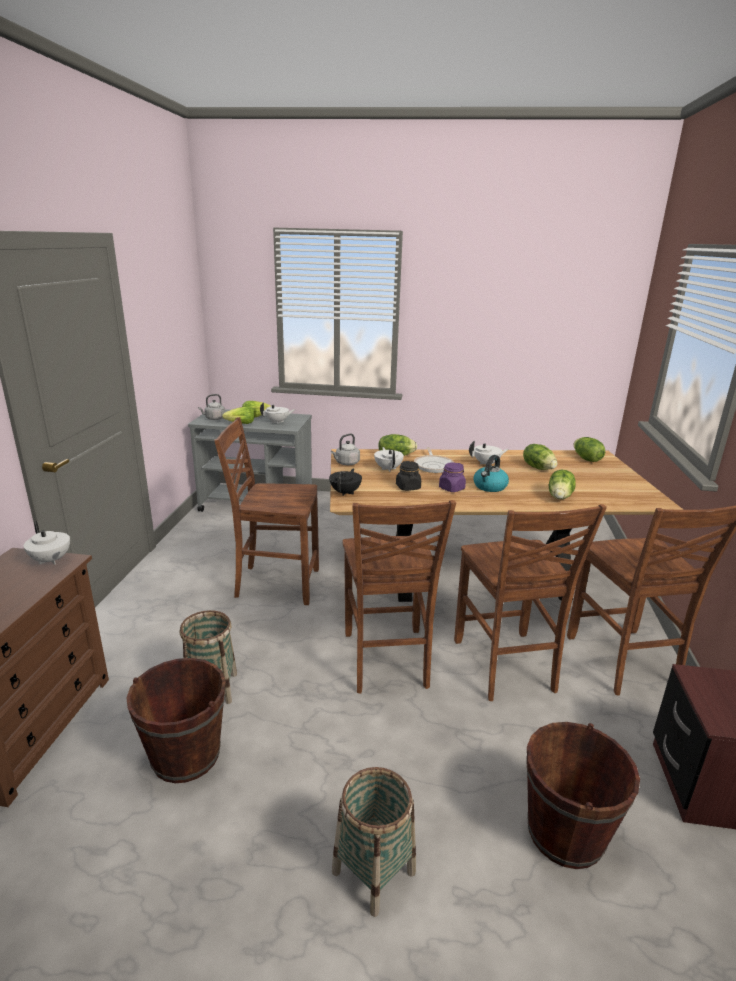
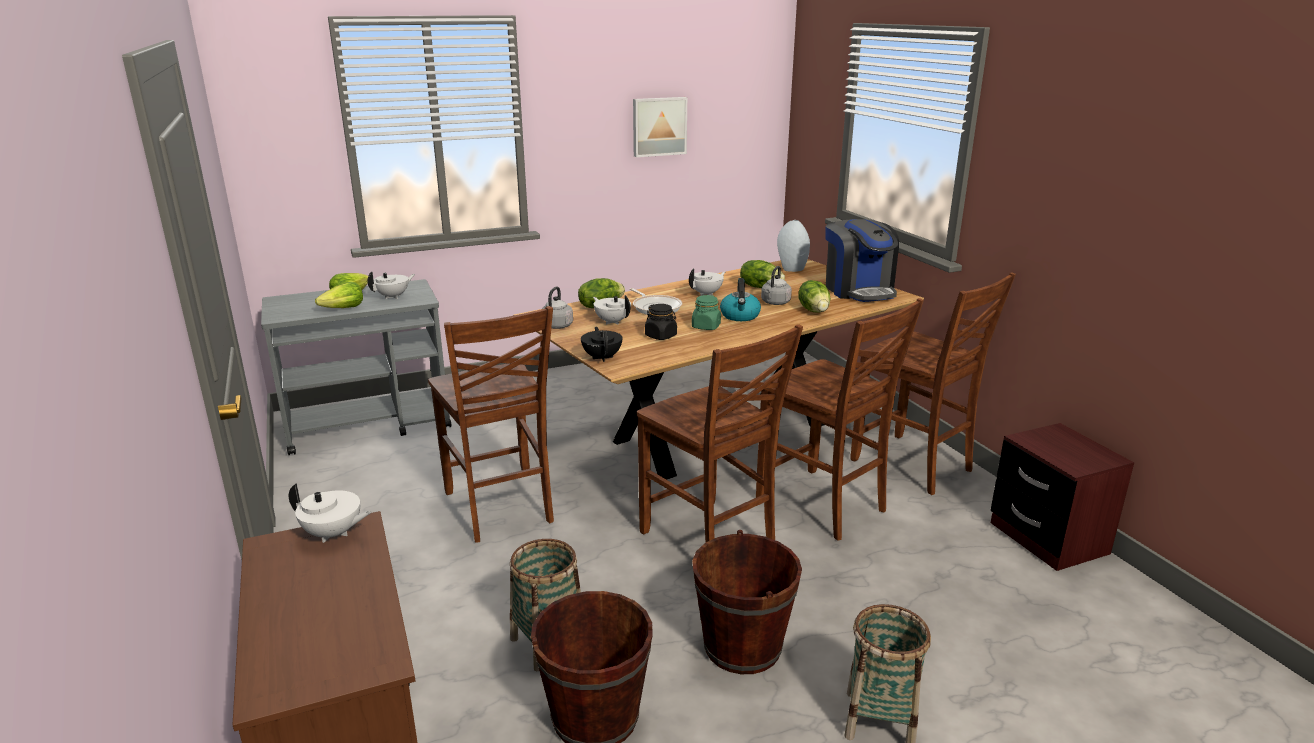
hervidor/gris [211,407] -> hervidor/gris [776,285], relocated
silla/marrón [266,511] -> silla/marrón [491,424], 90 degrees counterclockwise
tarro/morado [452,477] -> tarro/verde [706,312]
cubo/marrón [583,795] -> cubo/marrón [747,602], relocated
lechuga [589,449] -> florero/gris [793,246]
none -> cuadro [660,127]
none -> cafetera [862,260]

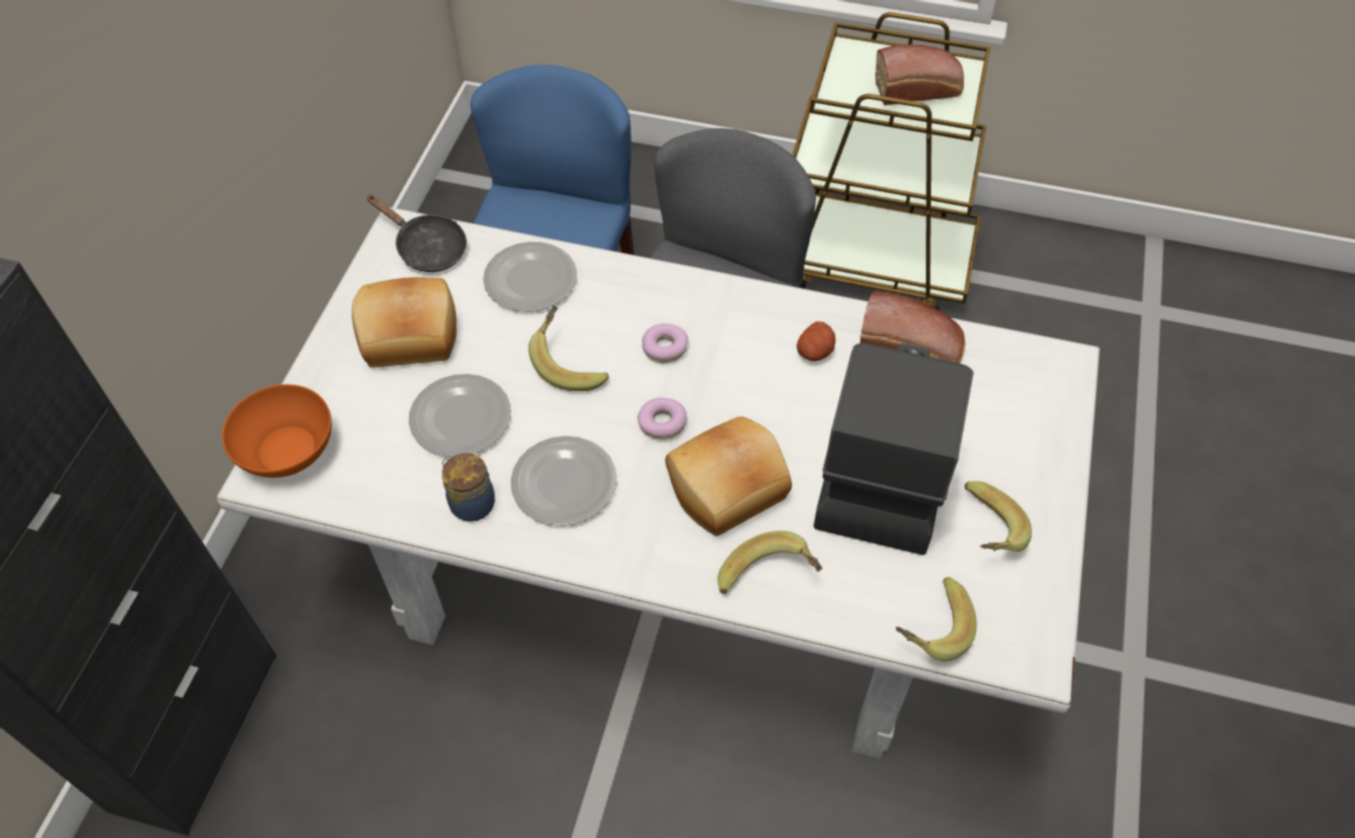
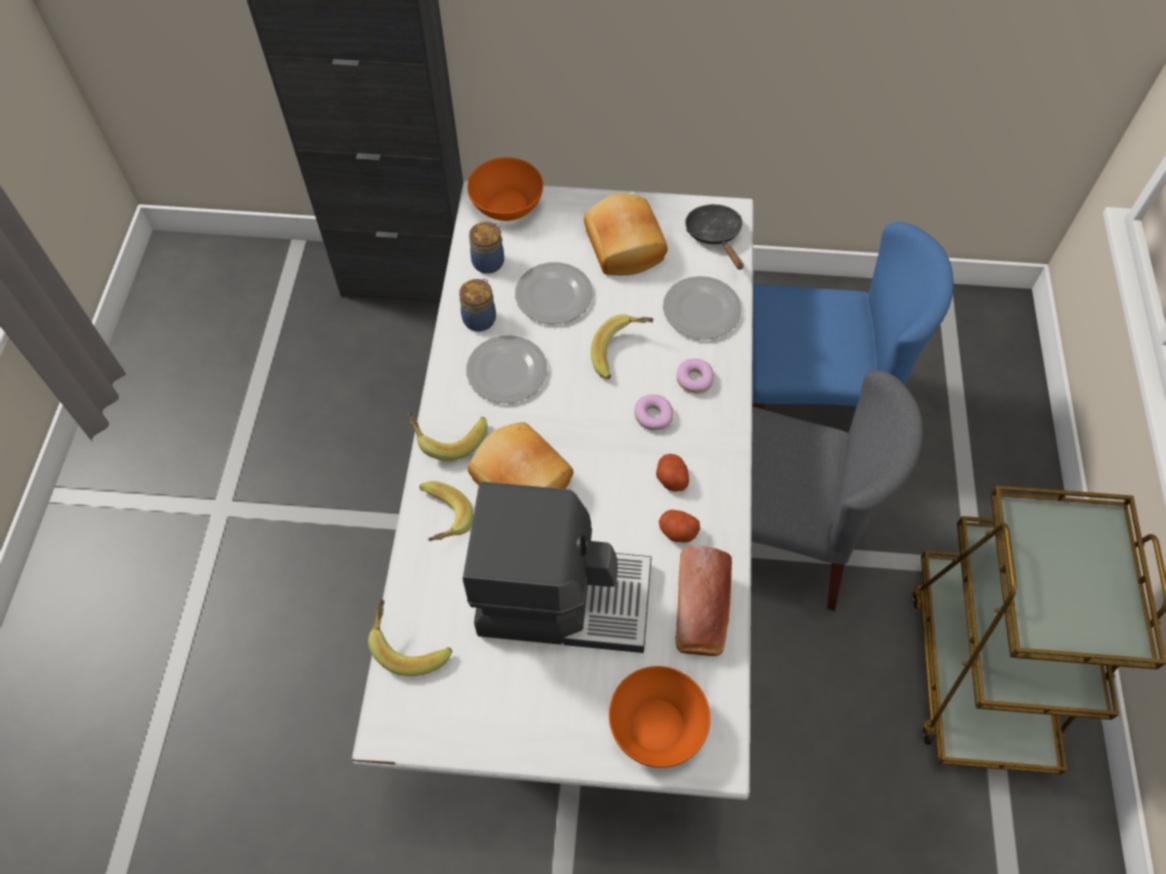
sartén/negro [416,233] -> sartén/negro [714,237], 135 degrees clockwise
rosquilla [662,419] -> rosquilla [695,376], relocated
pan [919,75] -> none
plátano [998,516] -> plátano [448,436], relocated
none -> tarro [486,248]
none -> cuenco/naranja [659,717]
none -> patata [672,473]

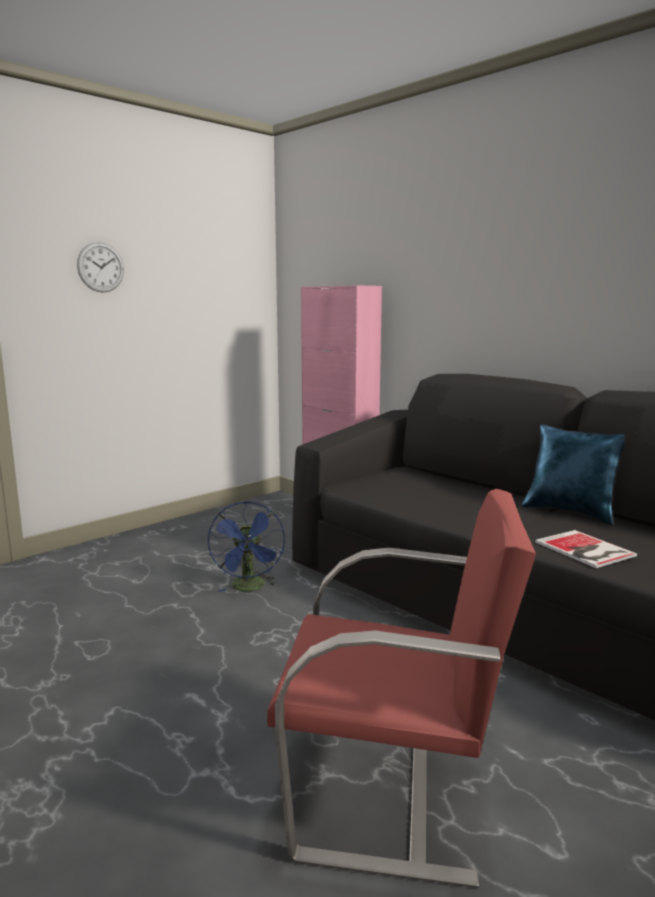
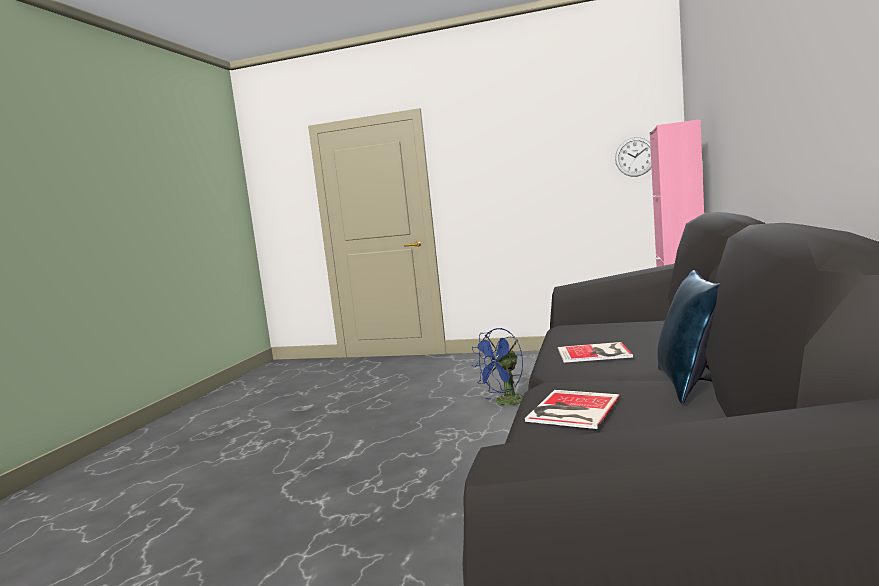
reloj de pared [100,267] -> reloj de pared [633,157], relocated
sillón/rojo [401,688] -> none
none -> libro [595,352]

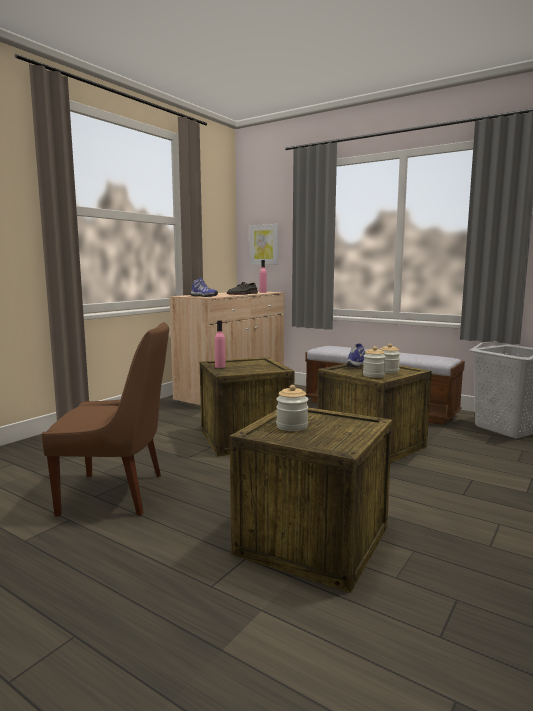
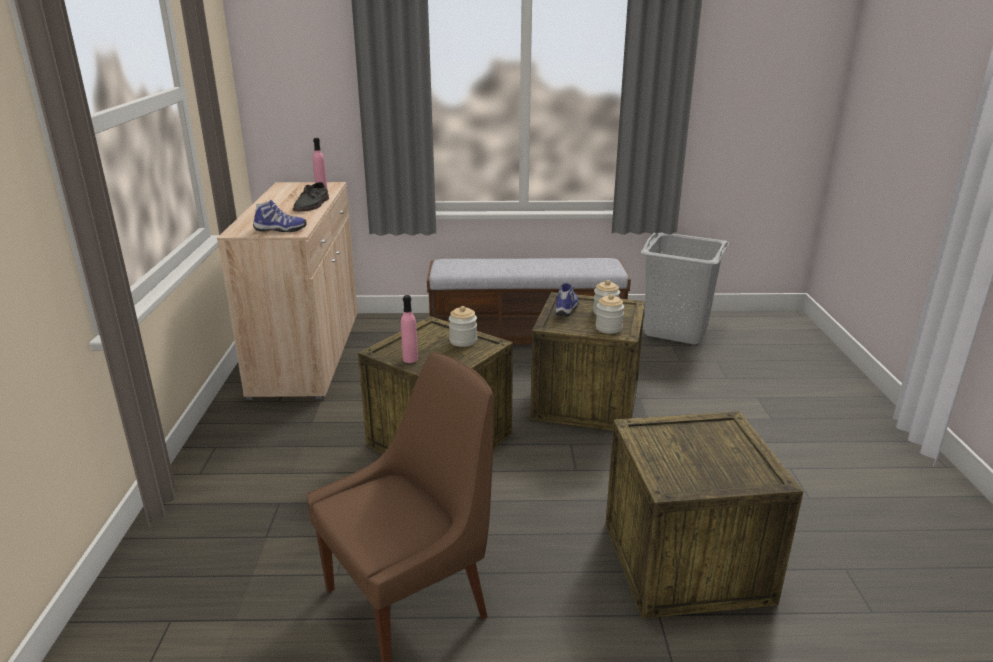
cuadro [264,244] -> none
tarro [292,408] -> tarro [463,326], relocated

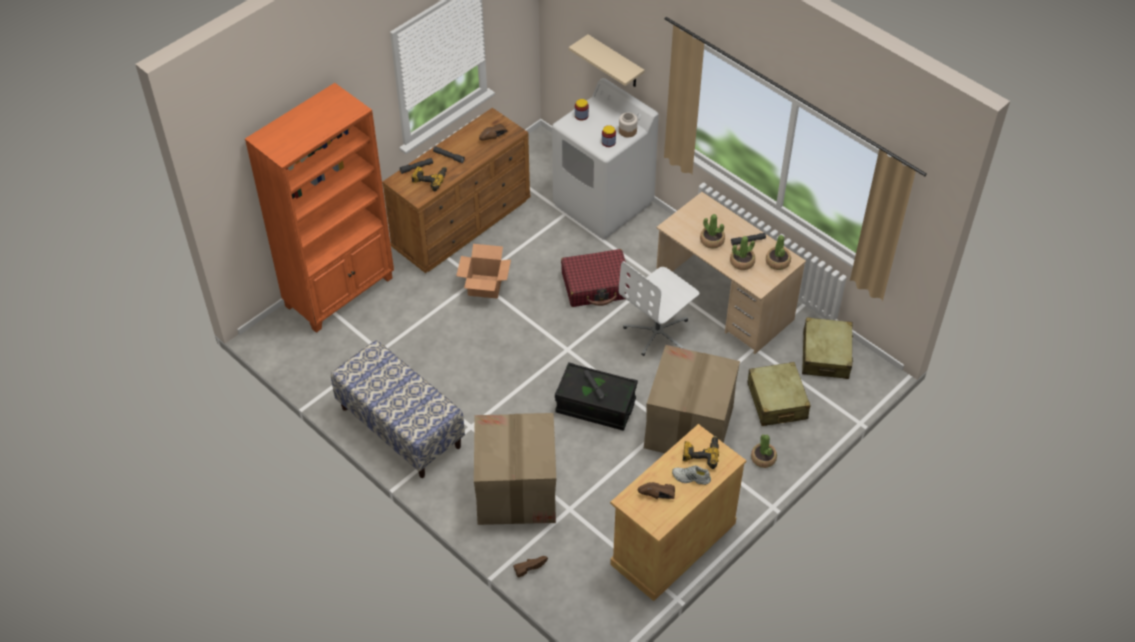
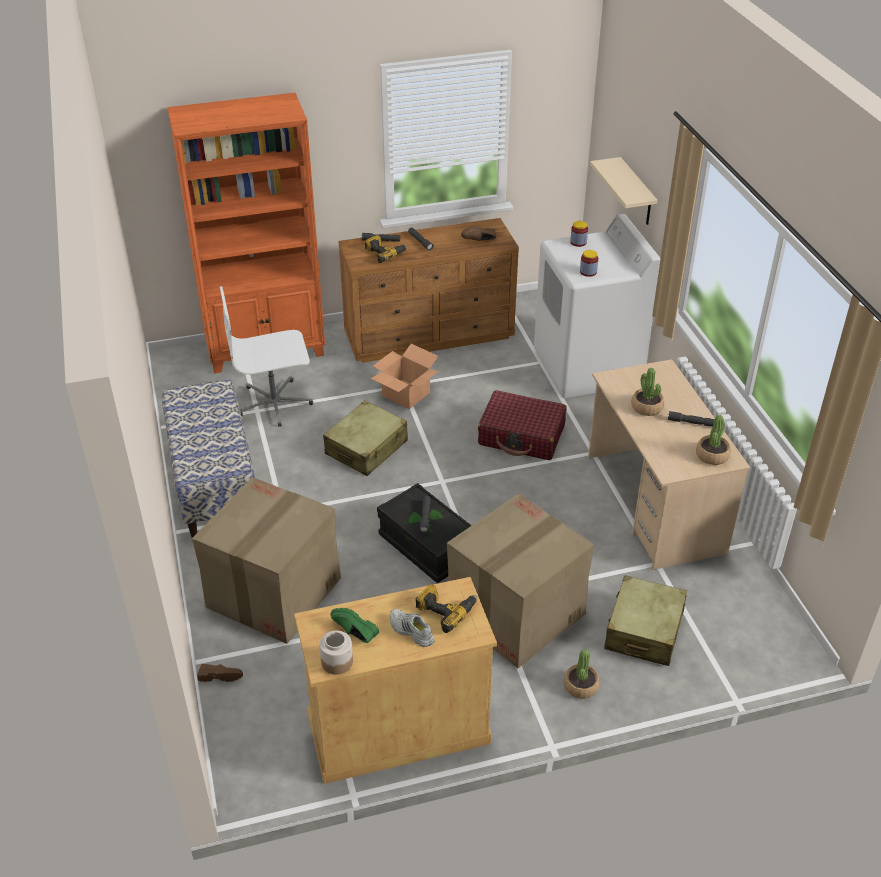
tarro [628,124] -> tarro [336,653], relocated
silla de oficina/blanco [659,308] -> silla de oficina/blanco [266,356], relocated
zapato/marrón [656,490] -> zapato/verde [354,625]
planta en maceta [742,253] -> none
maleta/beis [827,348] -> maleta/beis [365,438], relocated

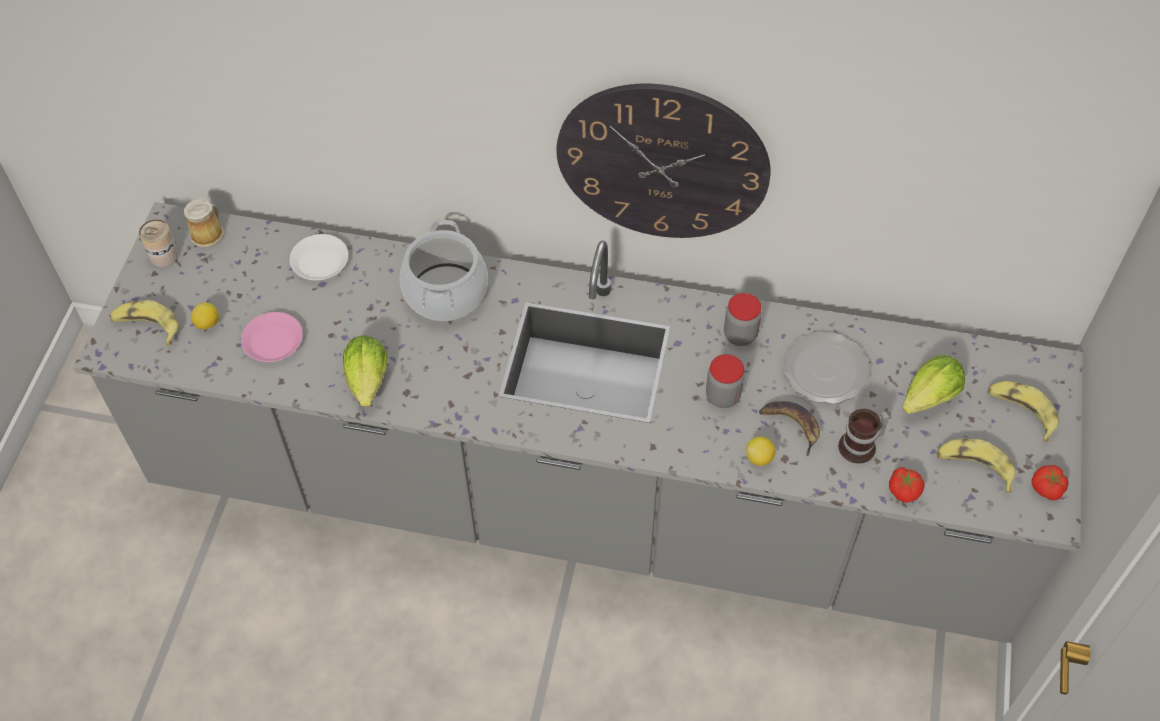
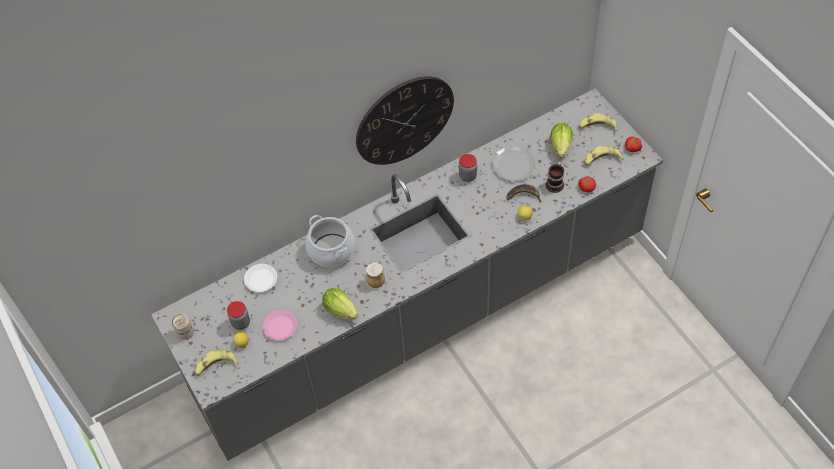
taza grande [204,223] -> taza grande [376,276], relocated
tarro [725,381] -> tarro [238,315], relocated

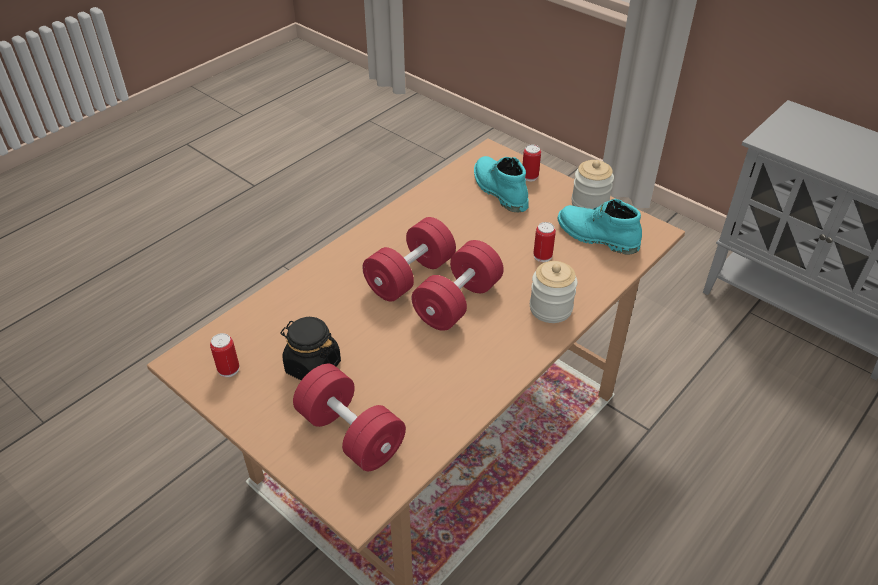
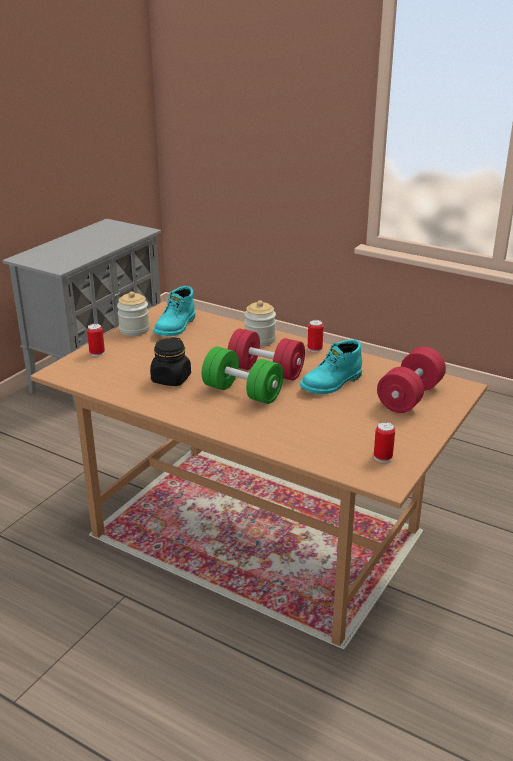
tarro/negro [310,348] -> tarro/negro [170,361], relocated
mancuerna/rojo [409,259] -> mancuerna/verde [242,375]
bota/turquesa [501,184] -> bota/turquesa [331,366], relocated
lata [544,242] -> lata [316,336], relocated

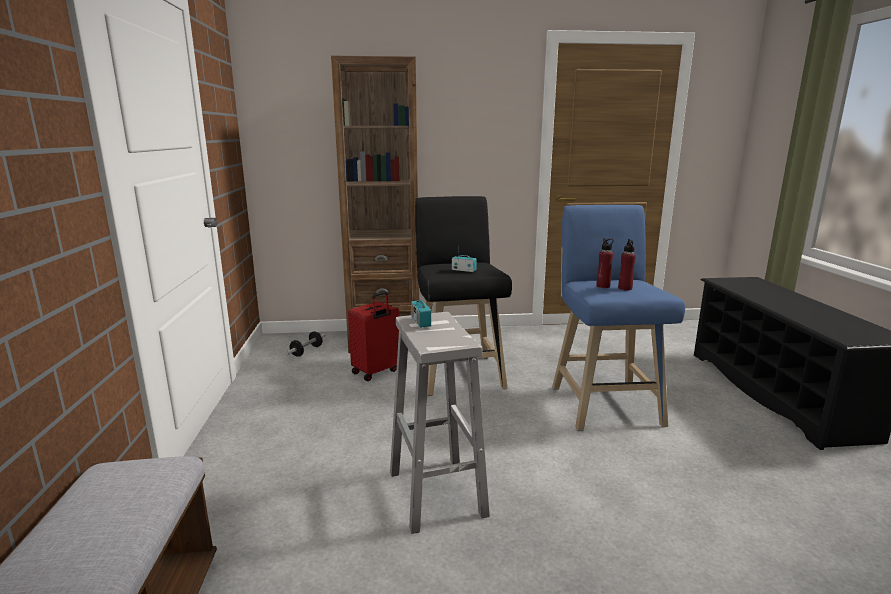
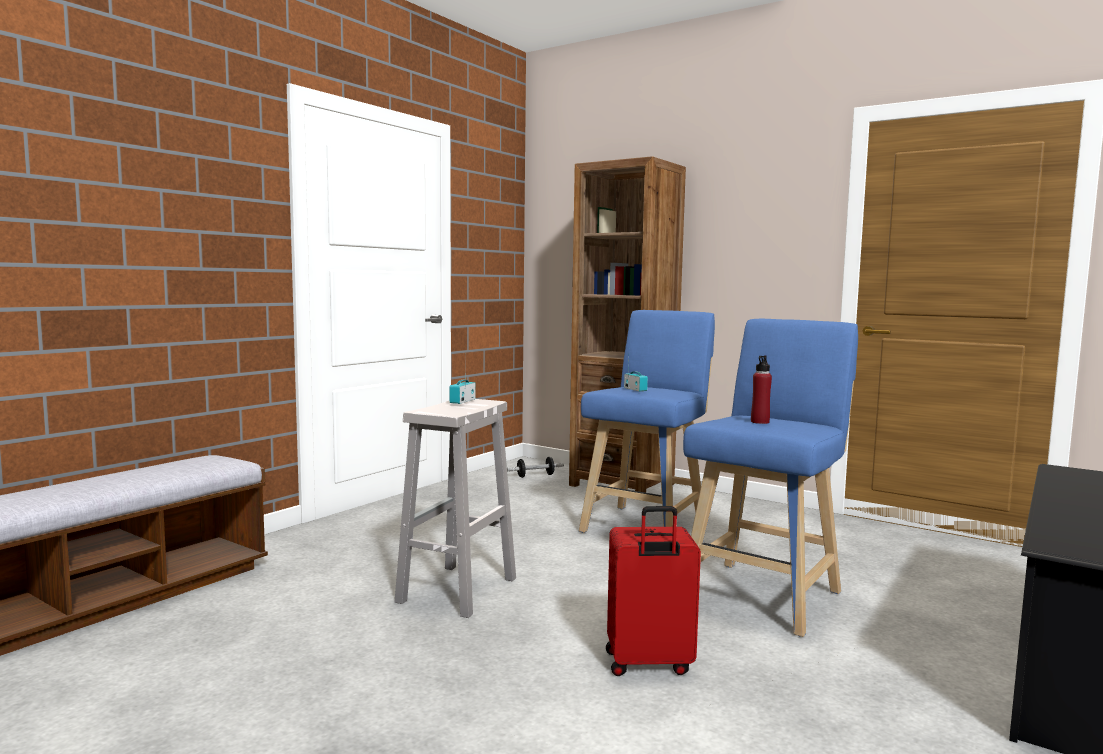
maleta/rojo [373,336] -> maleta/rojo [653,591], relocated
taburete/negro [463,296] -> taburete/azul [647,421]
botella/rojo [605,263] -> none

